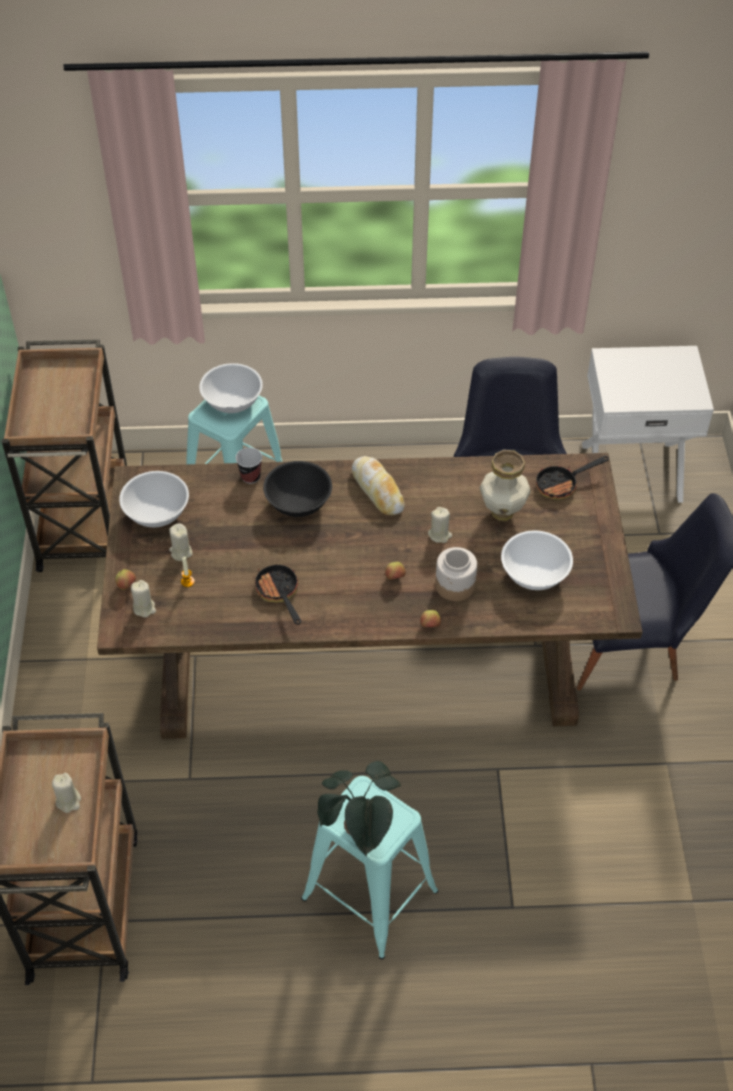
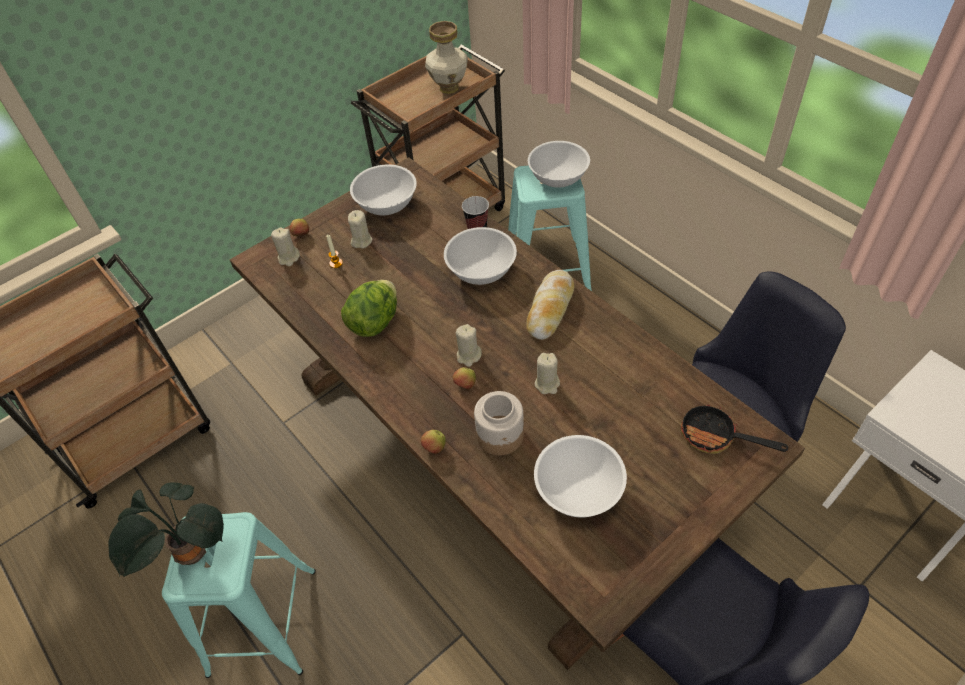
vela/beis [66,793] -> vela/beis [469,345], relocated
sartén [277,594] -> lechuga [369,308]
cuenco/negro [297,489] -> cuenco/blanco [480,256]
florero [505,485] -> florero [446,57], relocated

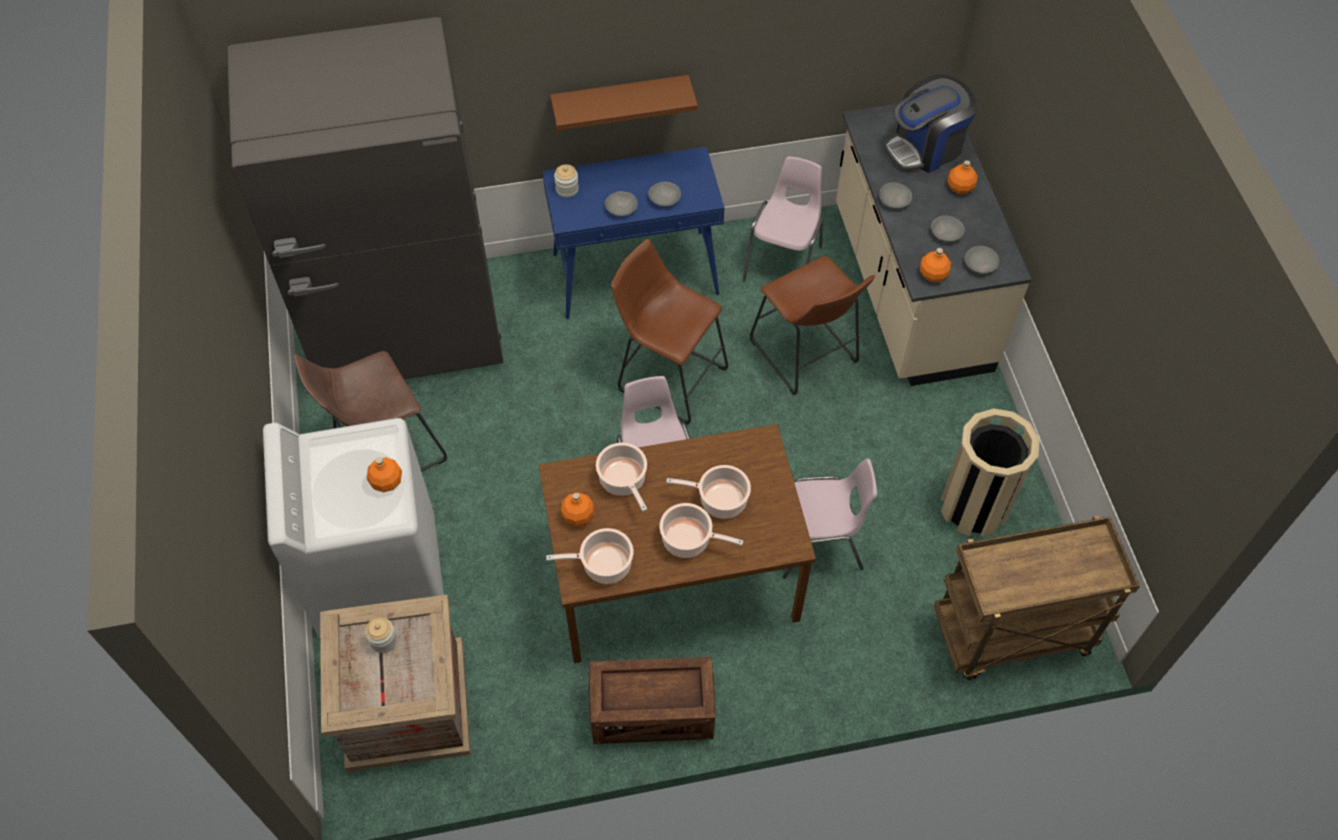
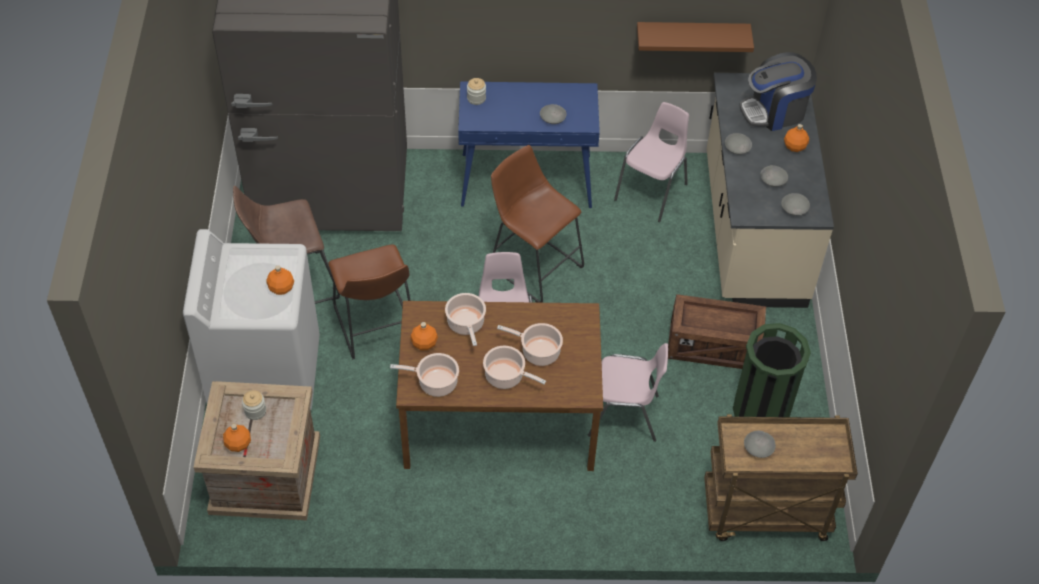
estante/marrón [624,103] -> estante/marrón [695,37], relocated
caja de embalaje [652,700] -> caja de embalaje [717,331], relocated
cuenco/gris [621,203] -> cuenco/gris [760,444], relocated
taburete/marrón [812,325] -> taburete/marrón [369,302], relocated
botella/naranja [935,265] -> botella/naranja [237,438], relocated
papelera/beis [990,472] -> papelera/verde [772,370]

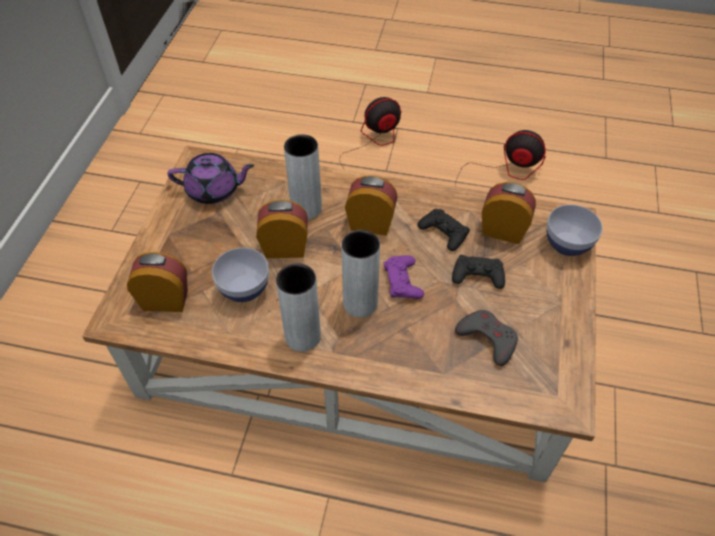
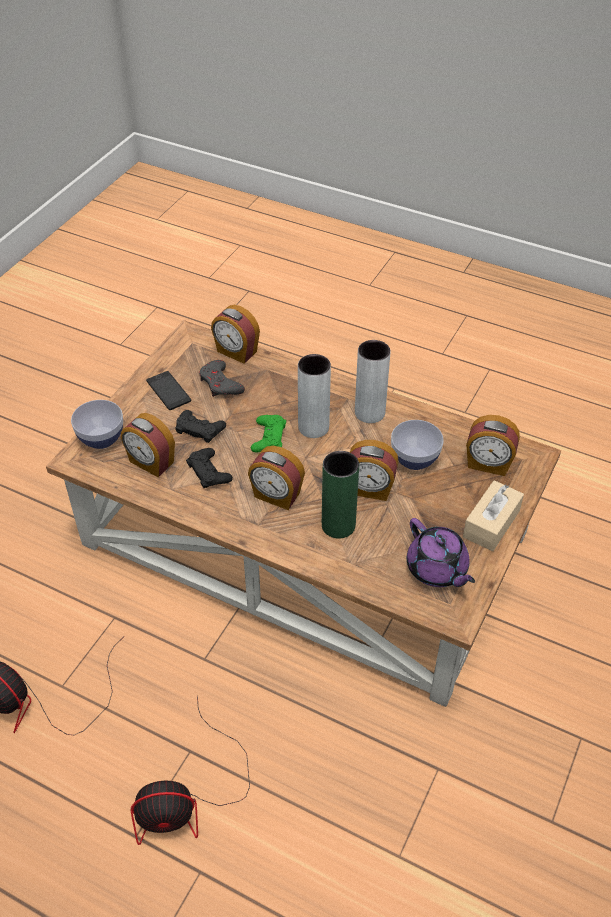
tetera/morado [211,178] -> tetera/morado [441,552], 135 degrees counterclockwise
florero/gris [303,177] -> florero/verde [340,495]
mando de consola/morado [404,277] -> mando de consola/verde [268,433]
none -> móvil [168,390]
none -> despertador [235,334]
none -> caja de pañuelos/beis [493,515]

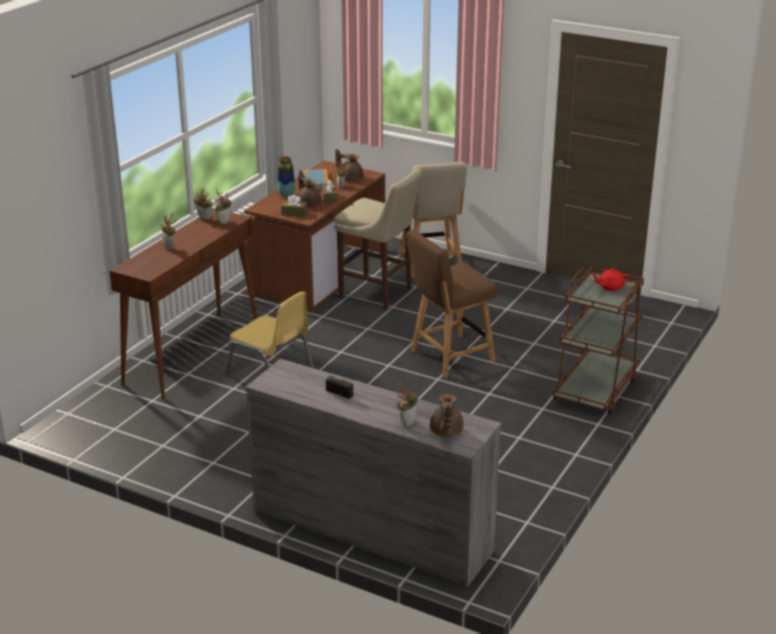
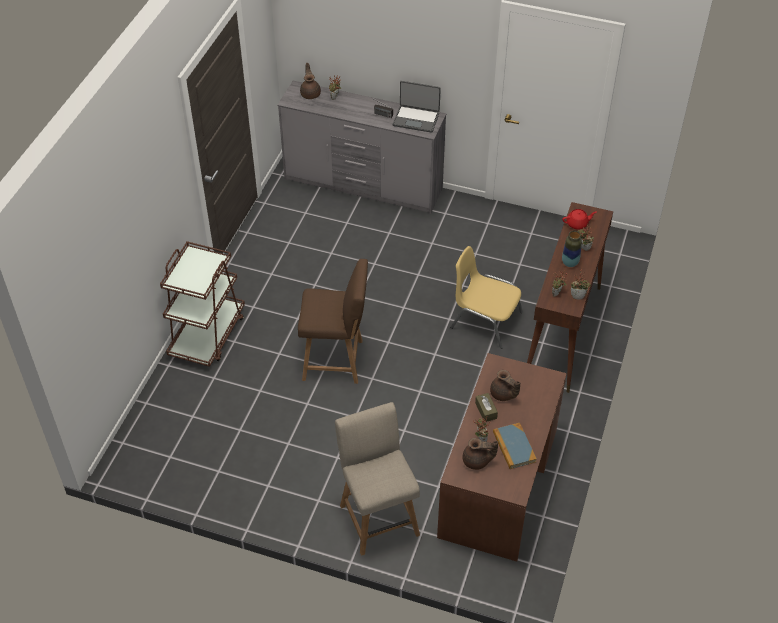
florero [286,176] -> florero [572,249], relocated
caja de pañuelos/marrón [294,206] -> none
taburete/beis [378,239] -> none
silla/marrón [452,304] -> silla/marrón [333,321], 45 degrees clockwise
tetera/rojo [611,280] -> tetera/rojo [579,219], relocated
none -> portátil [416,107]

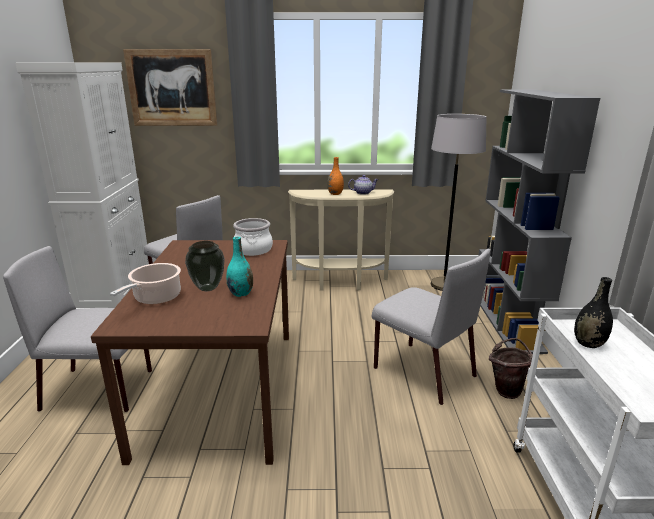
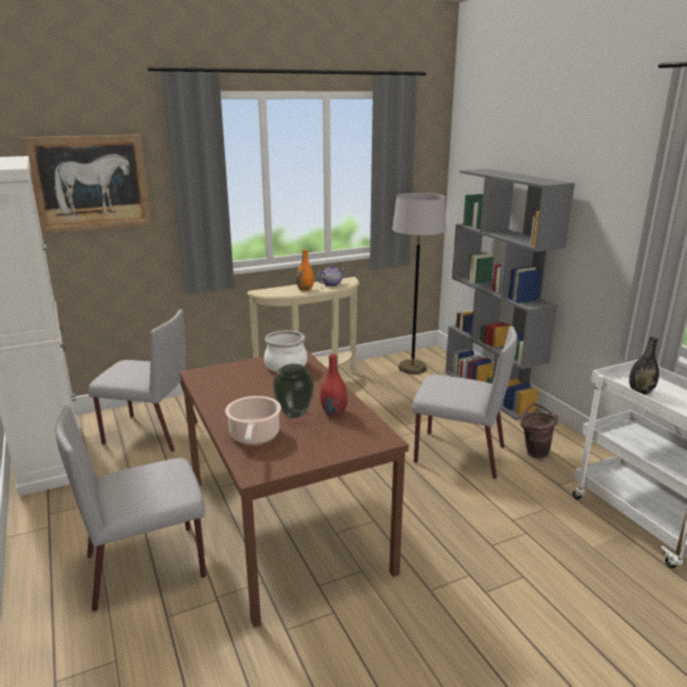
florero/turquesa [239,267] -> florero/rojo [334,385]

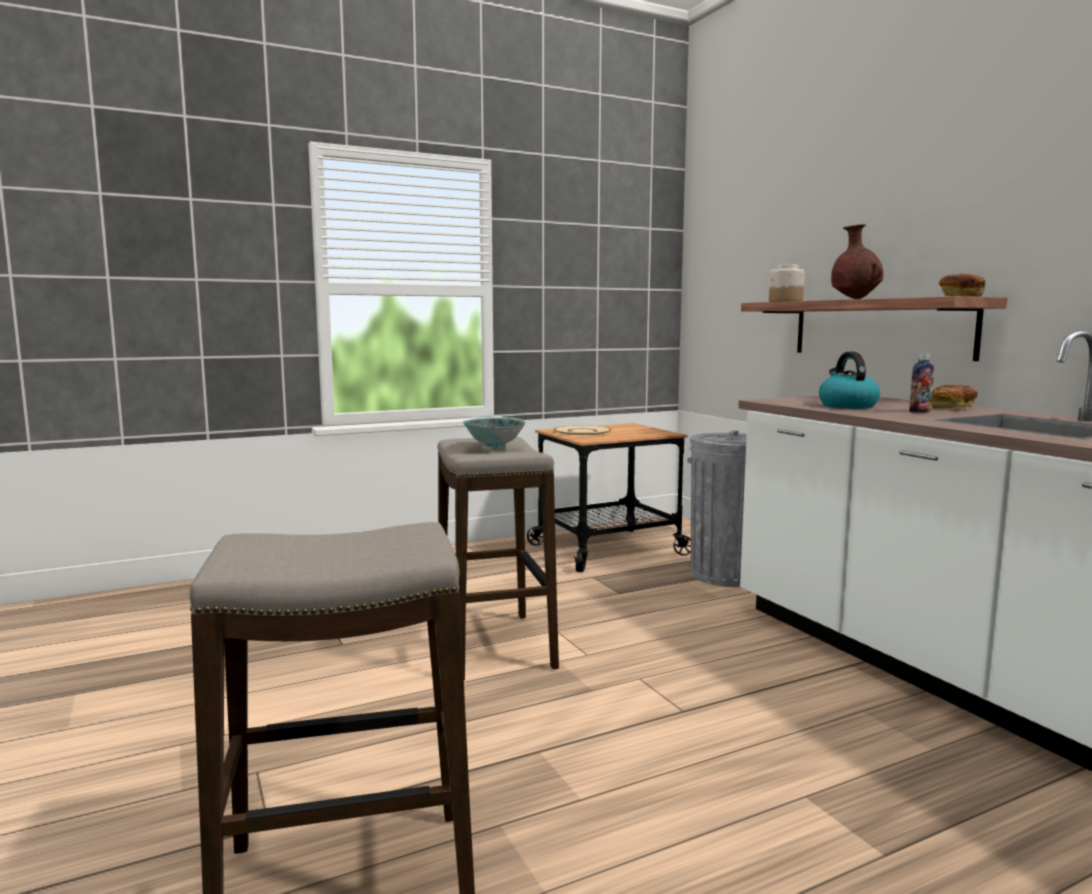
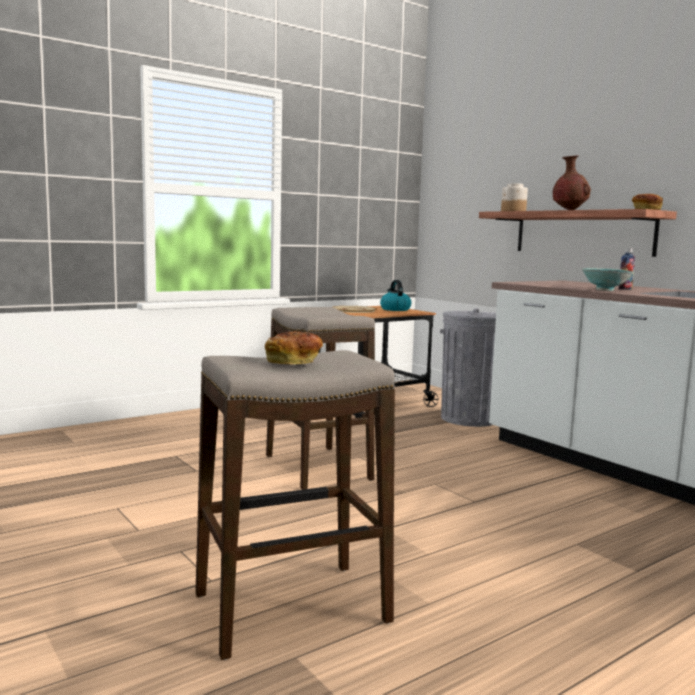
cuenco [494,433] -> cuenco [608,279], relocated
hervidor [849,380] -> hervidor [396,295], relocated
pan [955,397] -> pan [294,348], relocated

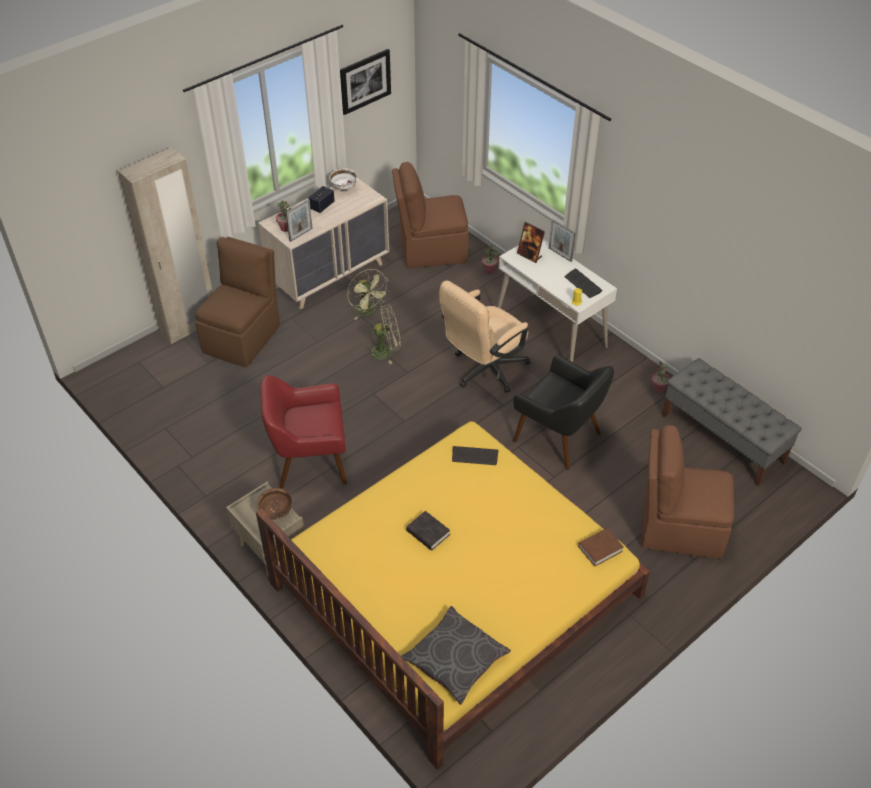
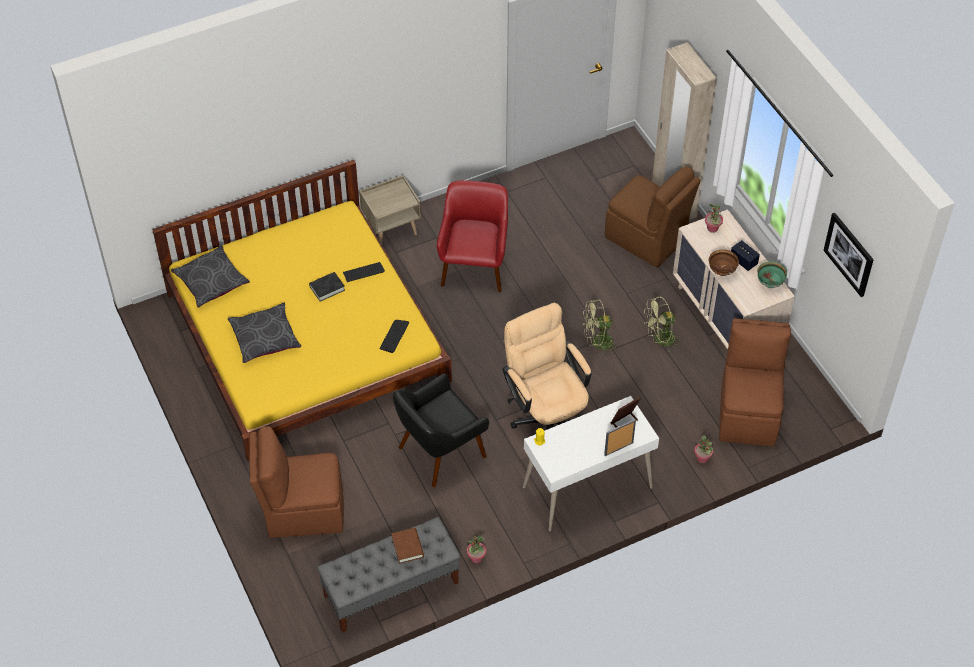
cuenco/marrón [274,504] -> cuenco/marrón [724,262], relocated
portarretratos [299,220] -> none
cuenco/blanco [343,180] -> cuenco/verde [772,274]
ventilador/verde [383,334] -> ventilador/verde [601,327], 75 degrees clockwise
teclado [583,283] -> teclado [364,272], relocated
libro/marrón [601,547] -> libro/marrón [407,546], relocated
silla/marrón [687,492] -> silla/marrón [296,482], 120 degrees counterclockwise
none -> cojín/gris [264,333]

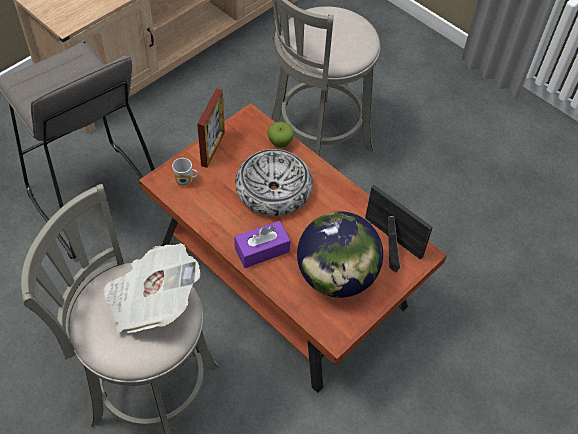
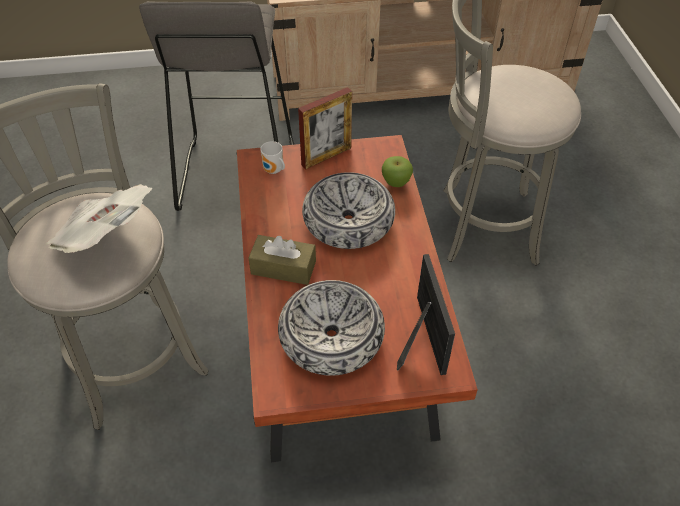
caja de pañuelos/morado [262,244] -> caja de pañuelos/marrón [282,260]
globo terráqueo [340,254] -> cuenco [331,328]

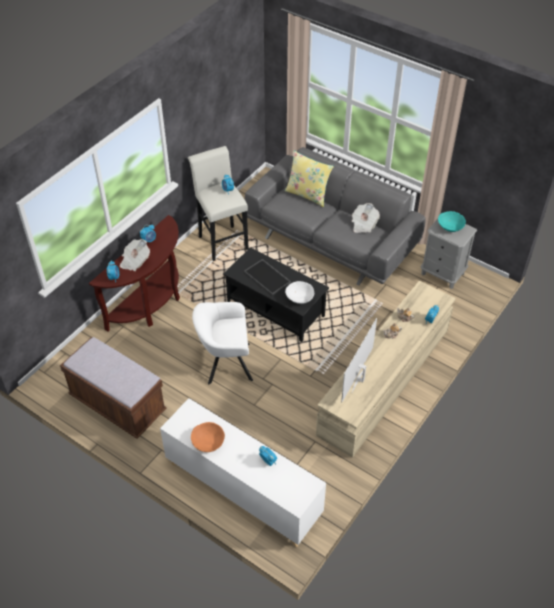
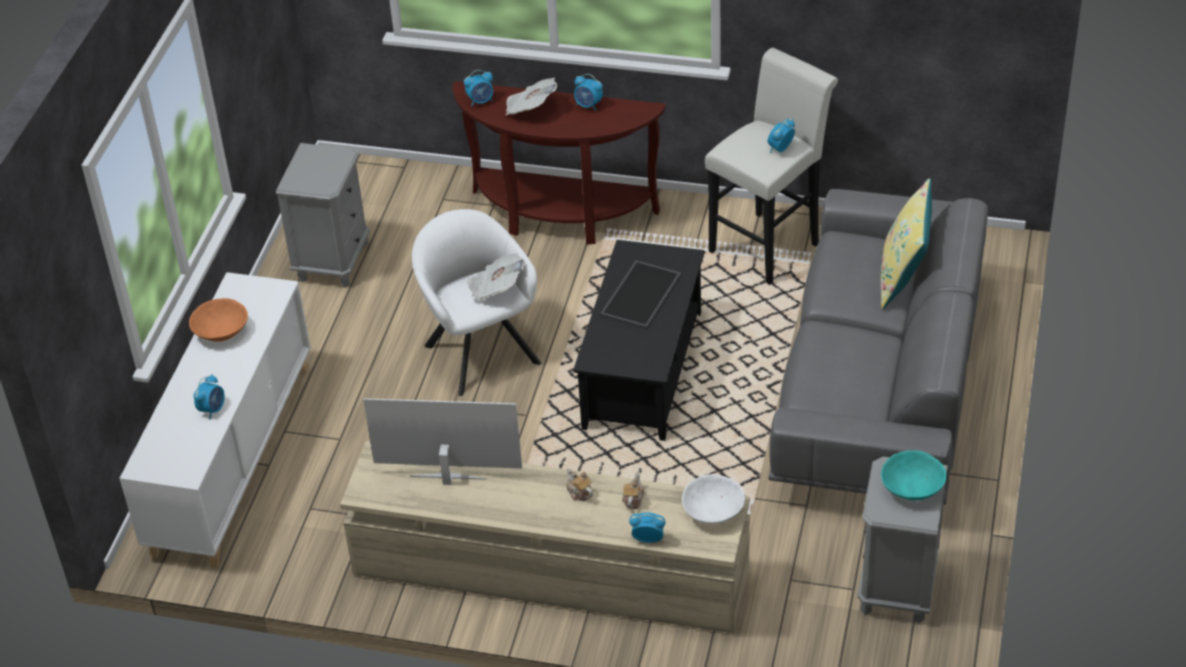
banco/marrón [113,388] -> mesita de noche/gris [323,215]
cuenco/blanco [299,292] -> cuenco/blanco [713,499], relocated
periódico [366,218] -> periódico [496,277], relocated

